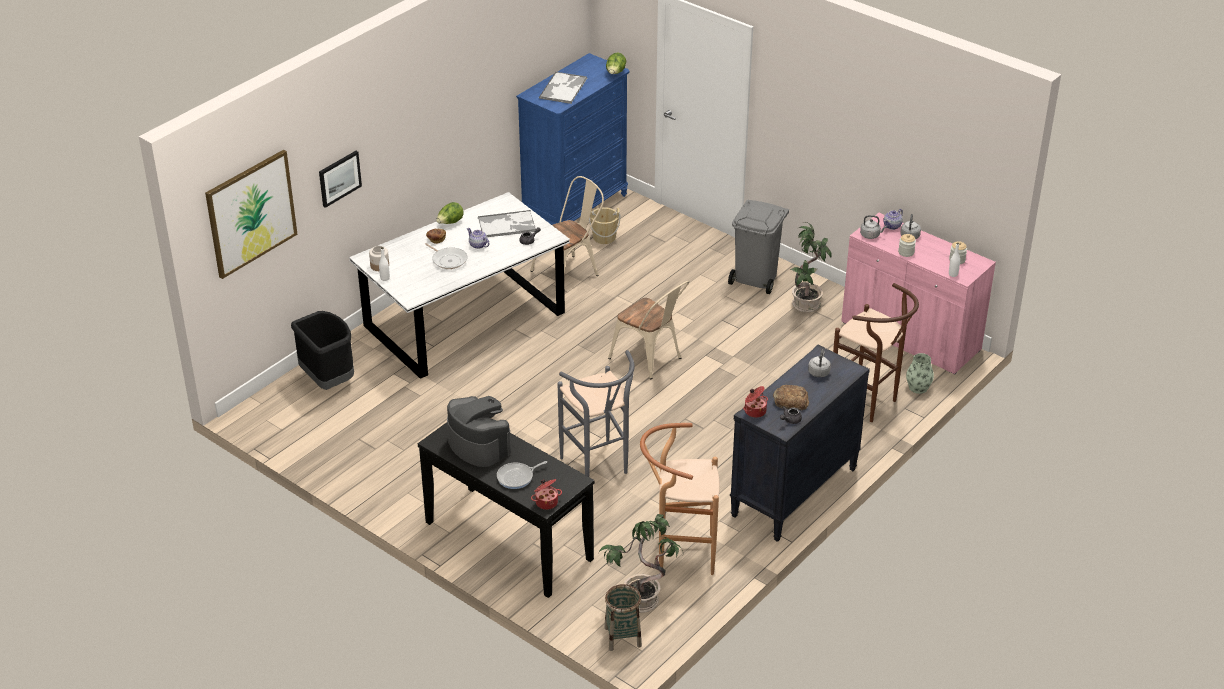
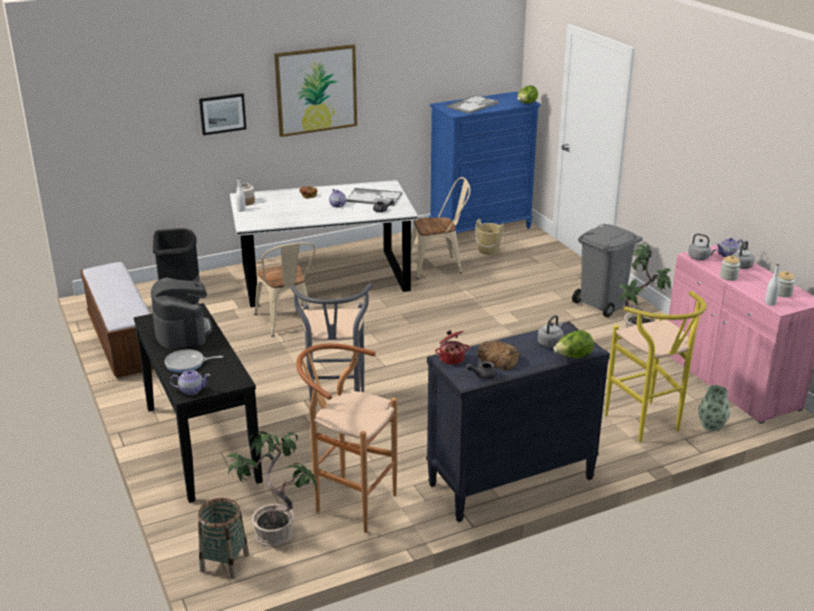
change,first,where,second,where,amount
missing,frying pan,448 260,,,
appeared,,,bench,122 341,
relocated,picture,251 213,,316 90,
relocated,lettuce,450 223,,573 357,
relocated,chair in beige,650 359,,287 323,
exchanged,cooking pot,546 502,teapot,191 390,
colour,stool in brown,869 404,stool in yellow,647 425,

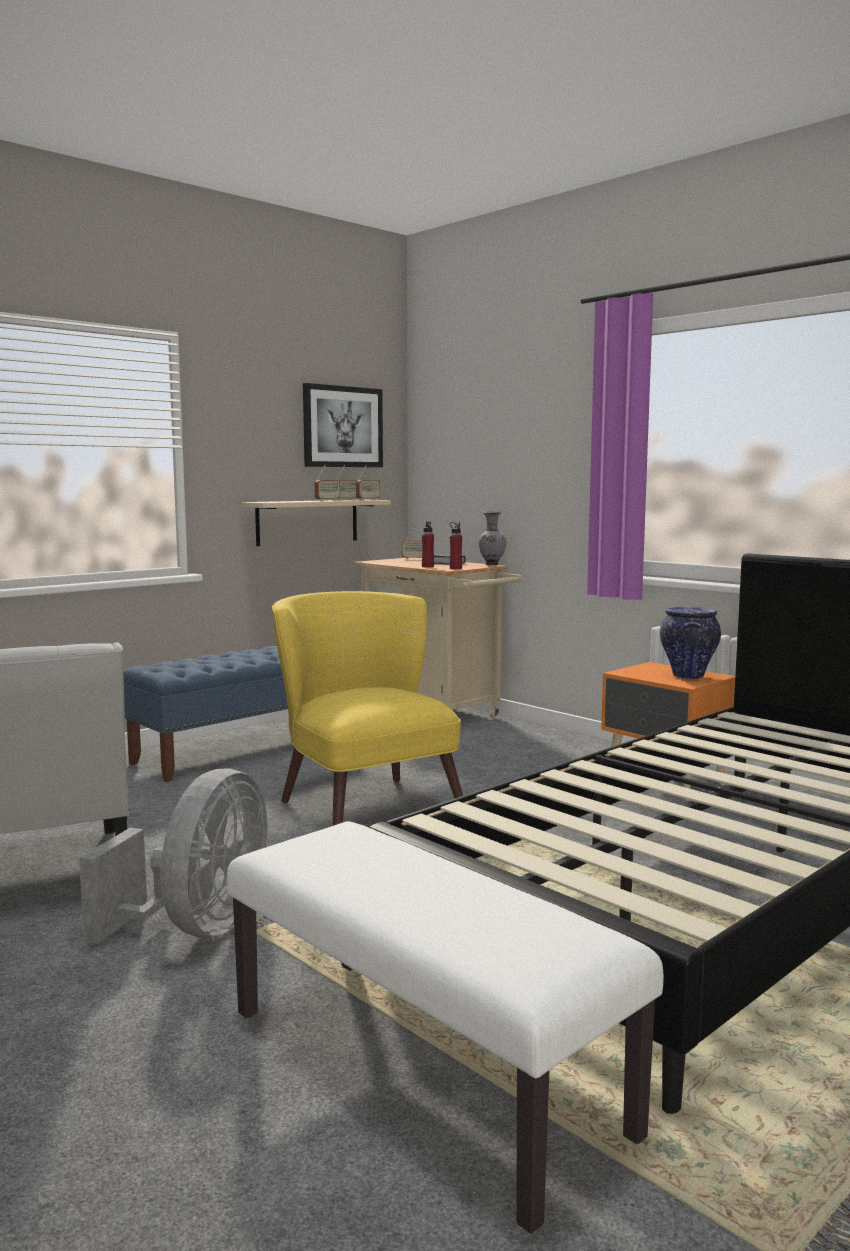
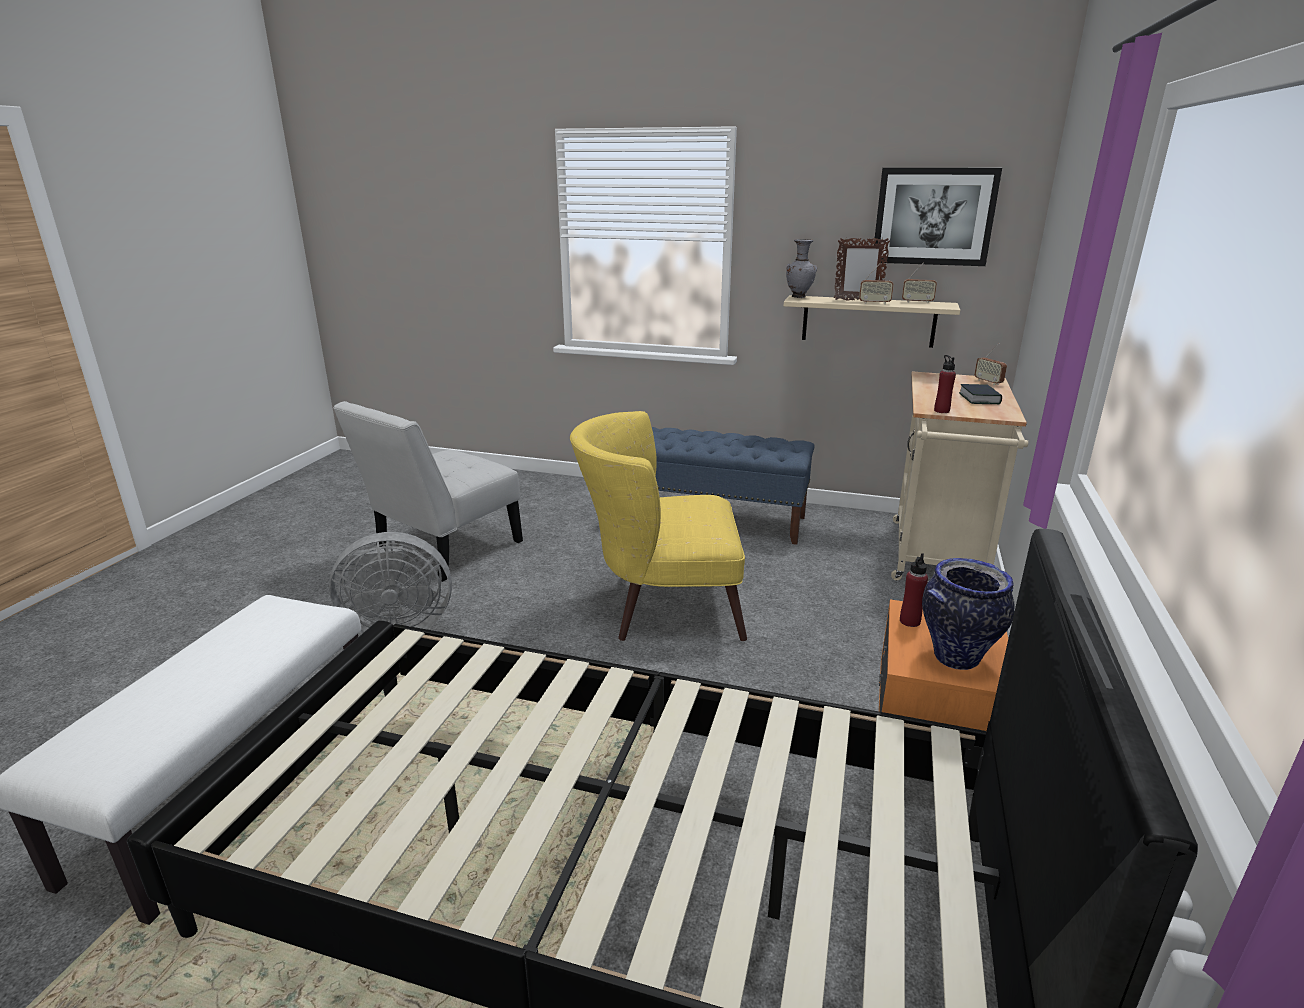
change,first,where,second,where,amount
missing,radio,368 500,,,
appeared,,,picture frame,857 301,
relocated,bottle in red,427 566,,909 621,
relocated,vase in grey,491 565,,799 297,
spun,armchair in yellow,362 803,,660 605,120 degrees counterclockwise

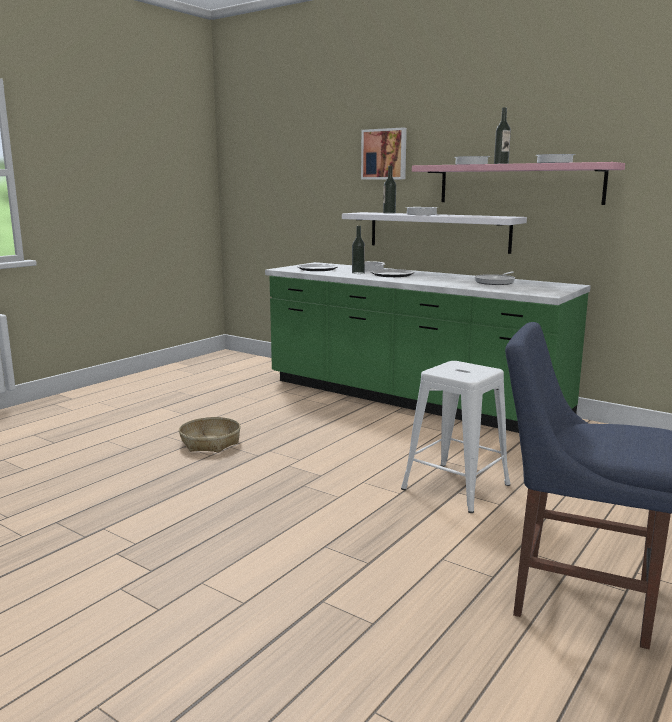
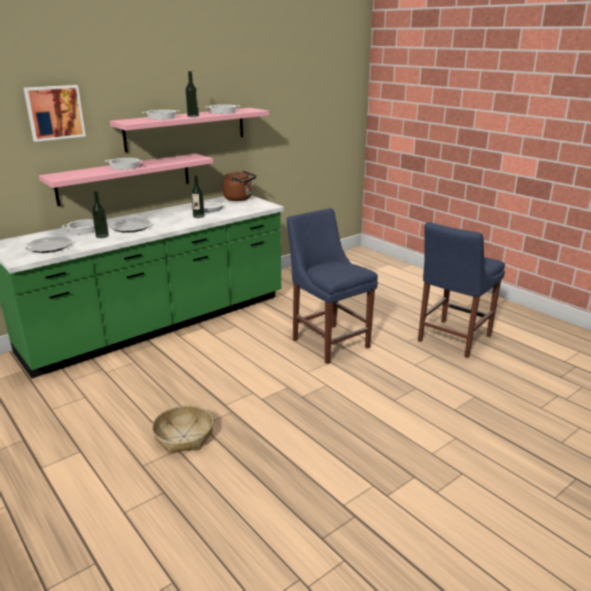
change,first,where,second,where,amount
appeared,,,kettle in brown,239 199,
relocated,bottle,389 213,,198 216,
exchanged,stool in white,456 487,chair in blue,328 341,
colour,shelf in white,438 231,shelf in pink,125 178,

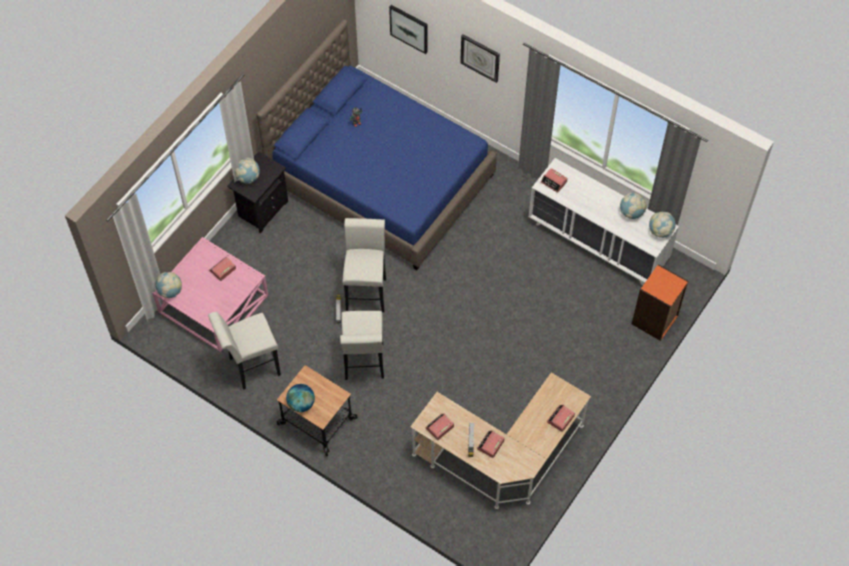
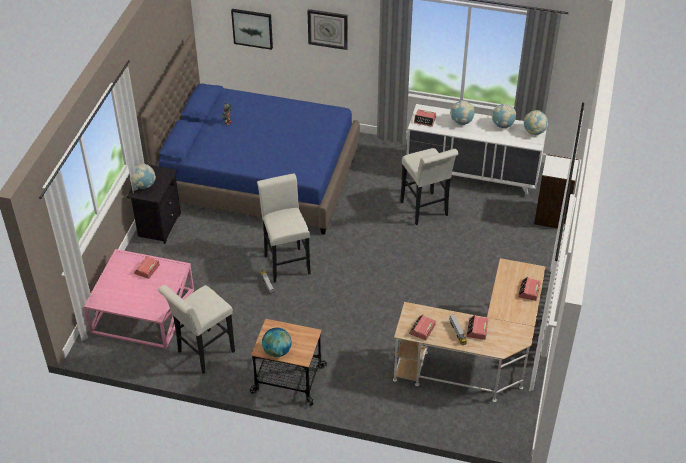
change,first,where,second,where,amount
relocated,globe,170 291,,461 122,
relocated,stool in white,364 365,,425 211,
colour,bookcase in orange,655 320,bookcase in white,552 216,

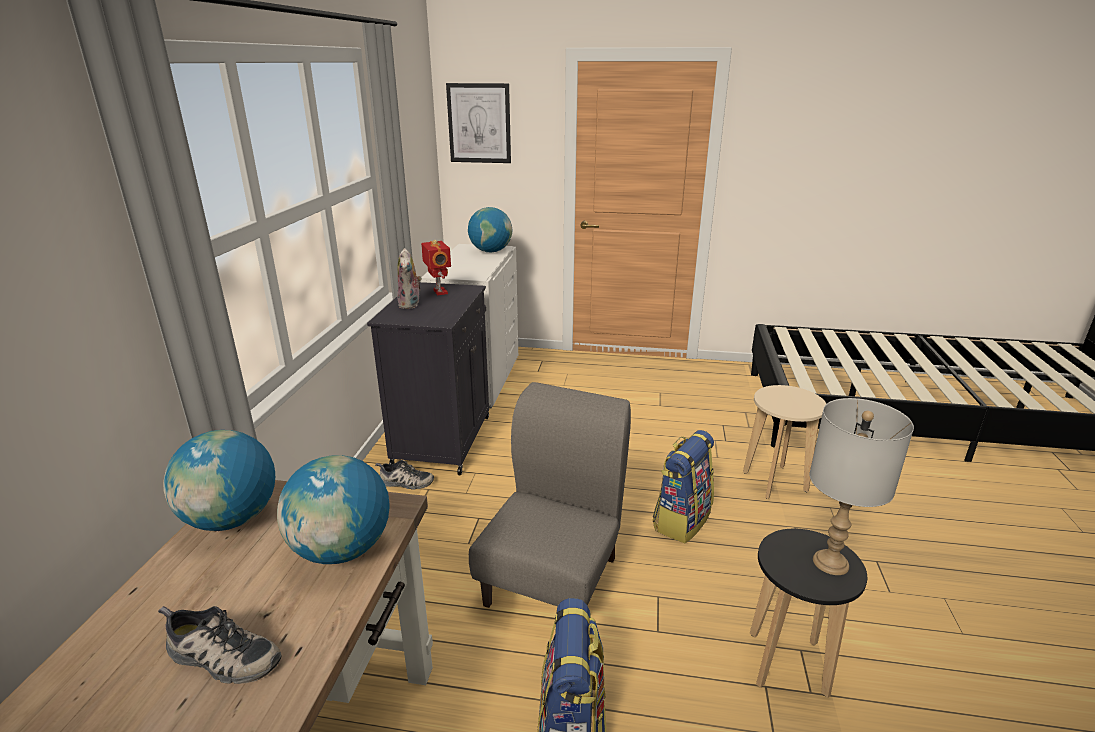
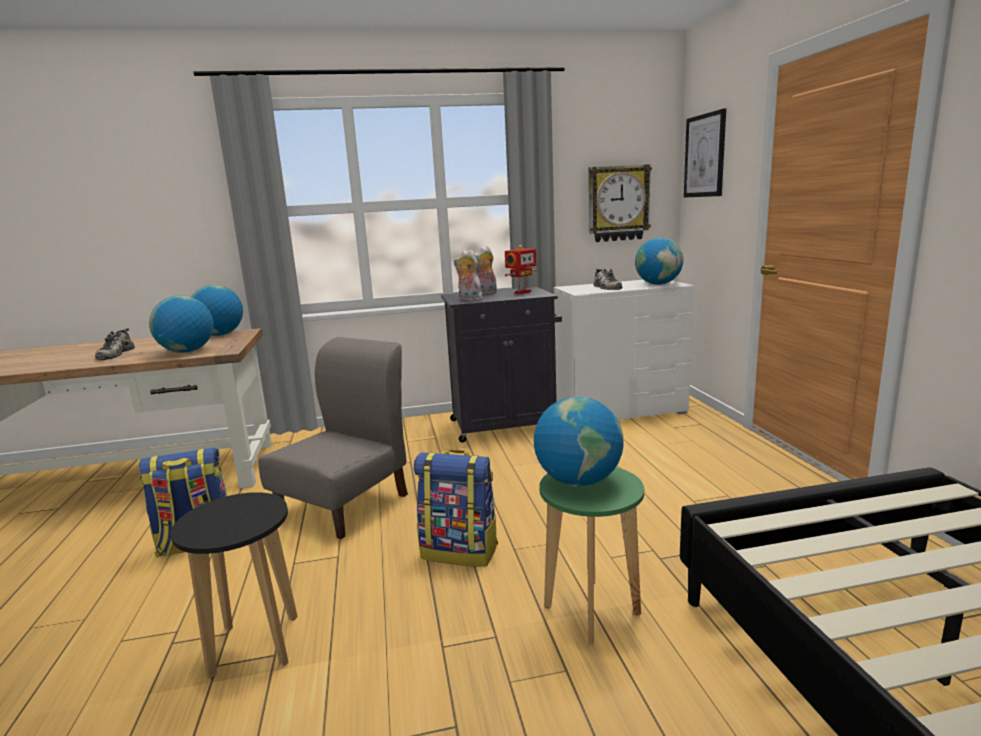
change,first,where,second,where,amount
missing,table lamp in grey,830 563,,,
appeared,,,plush toy,469 300,
appeared,,,globe,578 481,
appeared,,,wall clock,618 203,
relocated,shoe,405 482,,606 287,
colour,stool in beige,775 482,stool in green,592 610,
spun,chair in grey,553 580,,346 505,60 degrees counterclockwise

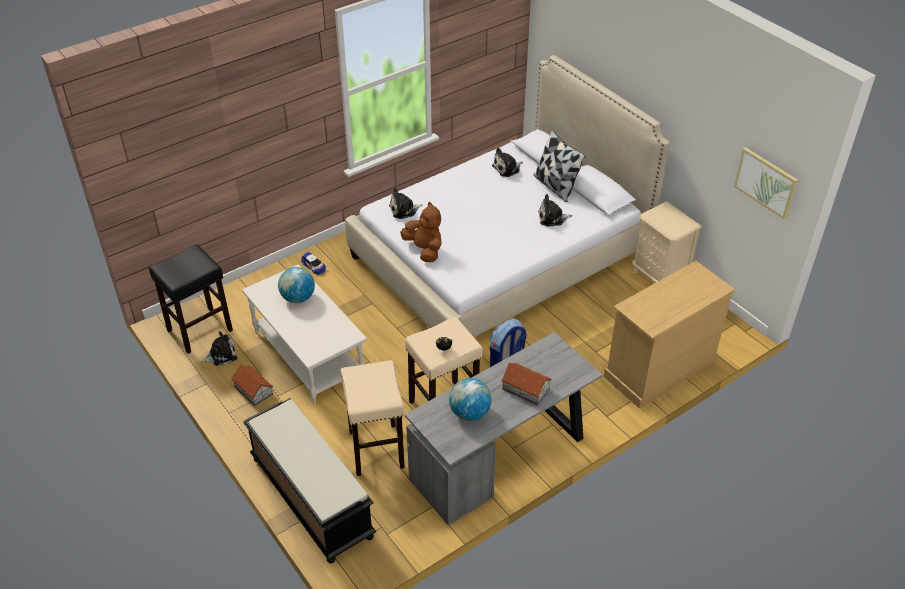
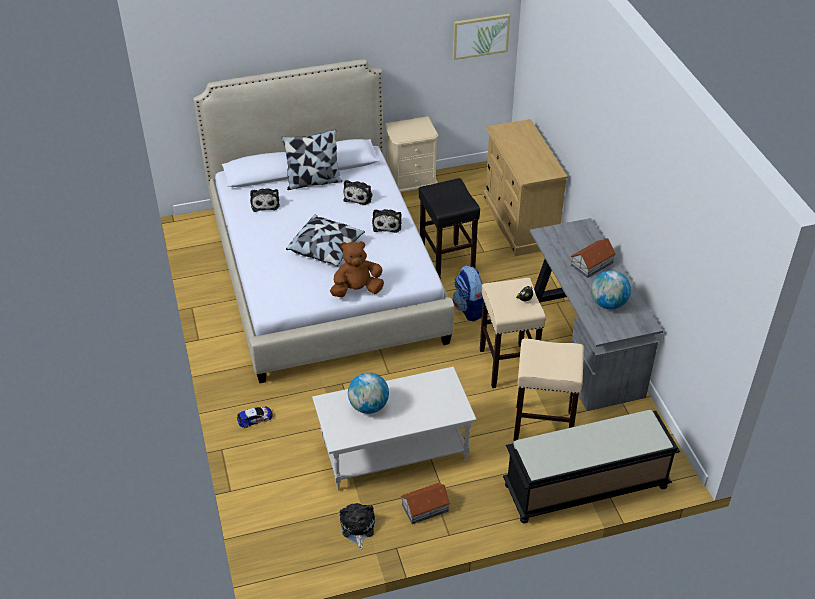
change,first,where,second,where,amount
appeared,,,pillow,326 248,
relocated,stool in black,200 330,,446 262,
relocated,plush toy,404 210,,387 224,

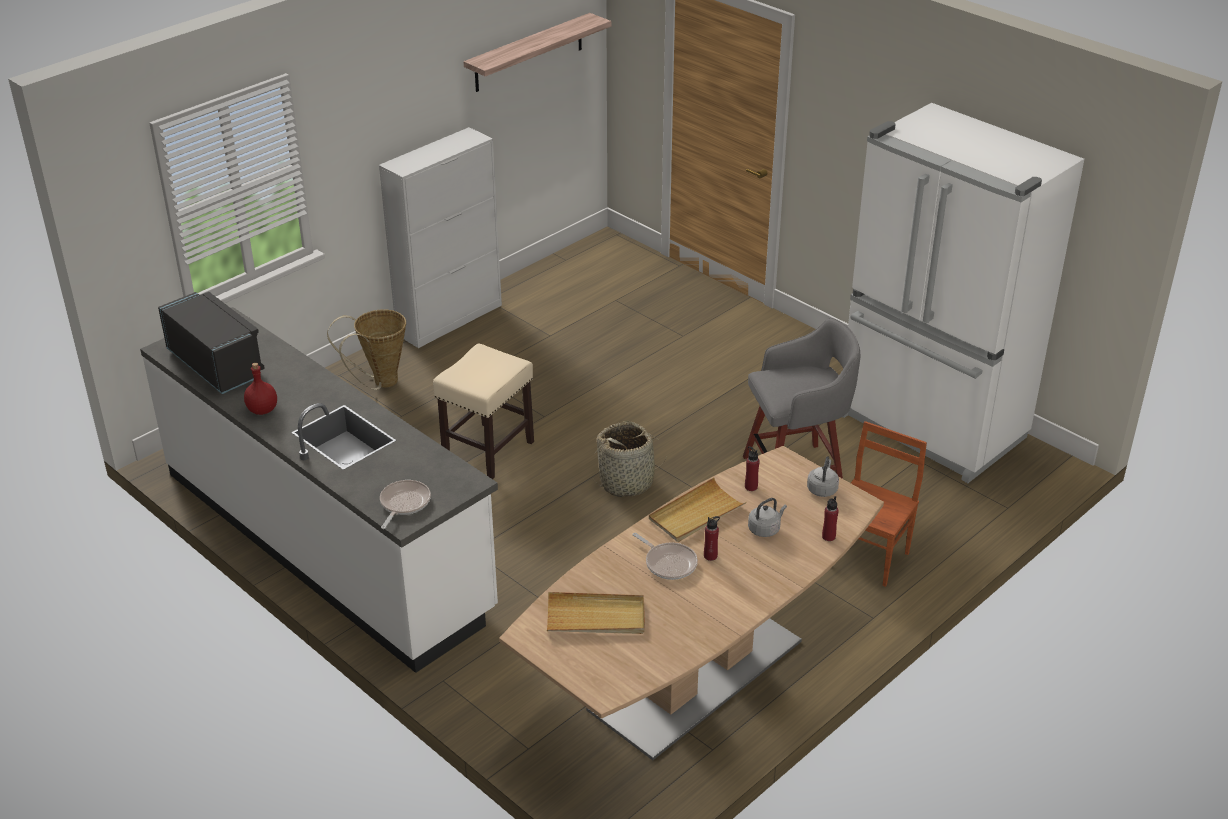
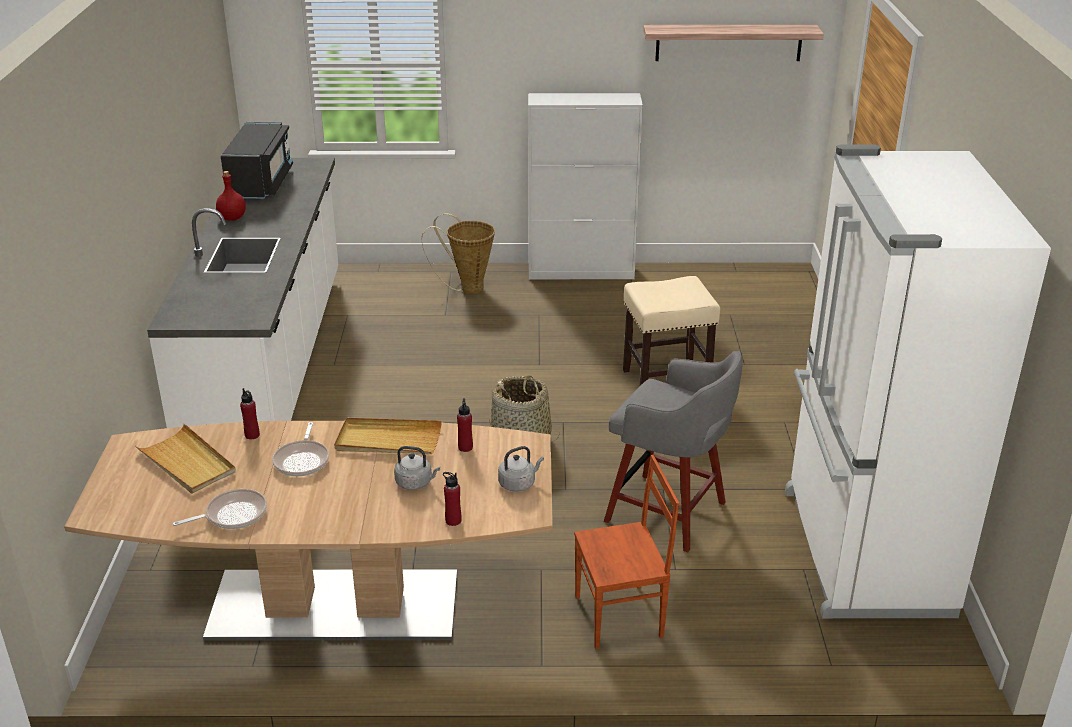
change,first,where,second,where,amount
relocated,frying pan,403 504,,232 515,
relocated,stool in beige,488 451,,665 381,
relocated,bottle in red,710 556,,252 435,

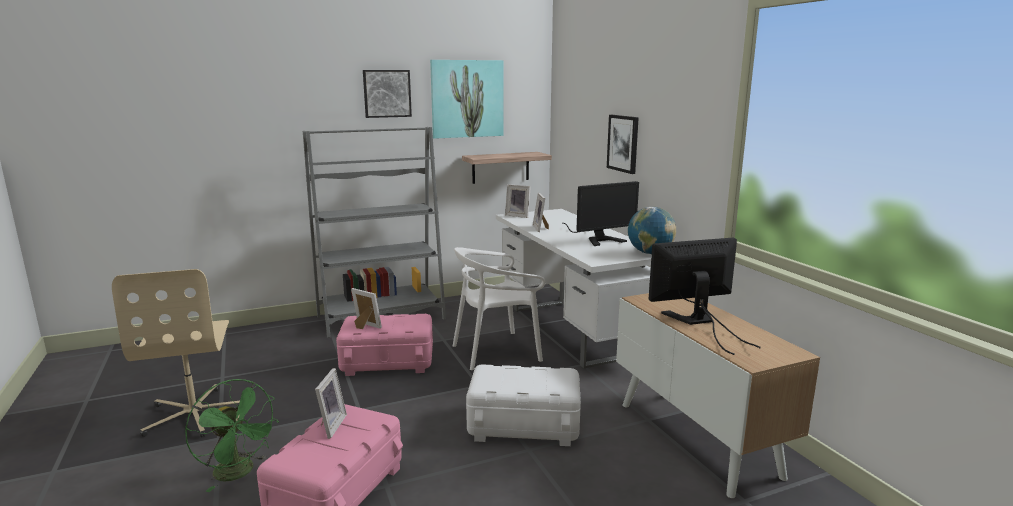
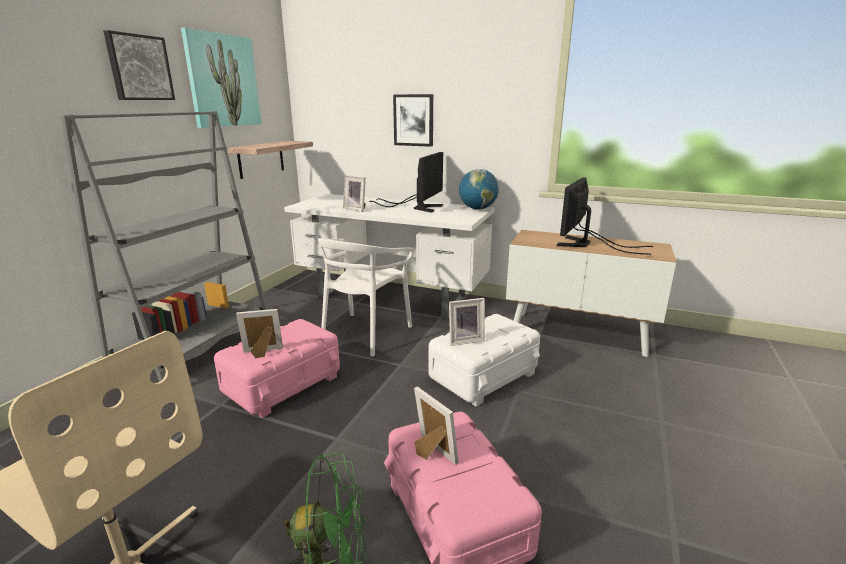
change,first,where,second,where,amount
relocated,picture frame,518 215,,465 340,

